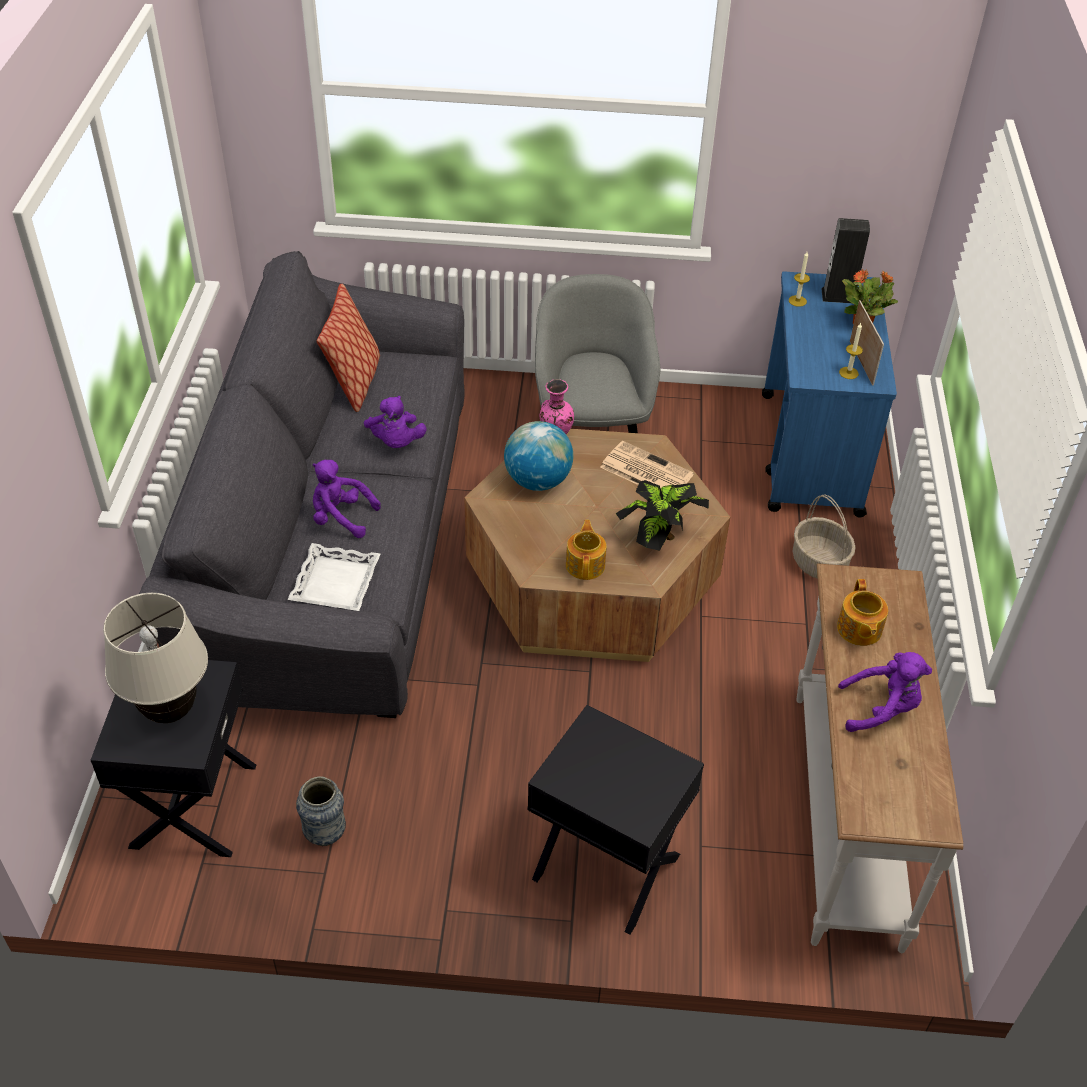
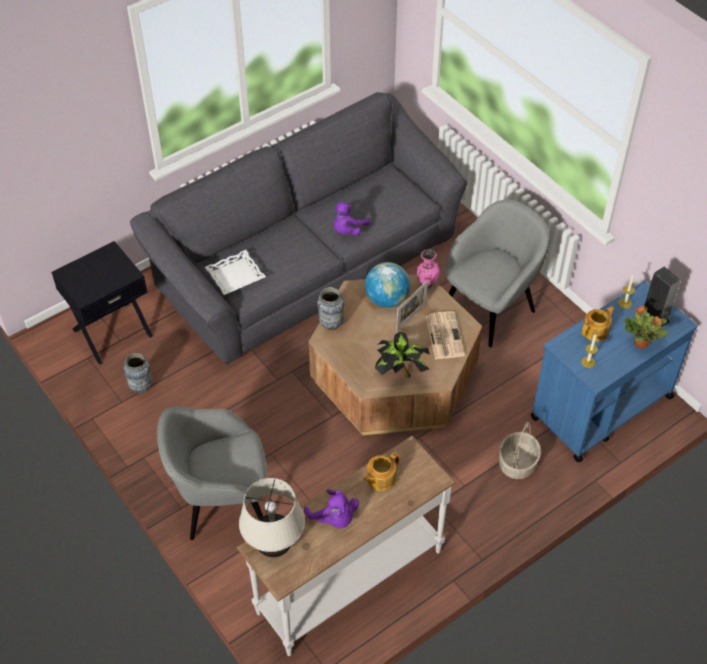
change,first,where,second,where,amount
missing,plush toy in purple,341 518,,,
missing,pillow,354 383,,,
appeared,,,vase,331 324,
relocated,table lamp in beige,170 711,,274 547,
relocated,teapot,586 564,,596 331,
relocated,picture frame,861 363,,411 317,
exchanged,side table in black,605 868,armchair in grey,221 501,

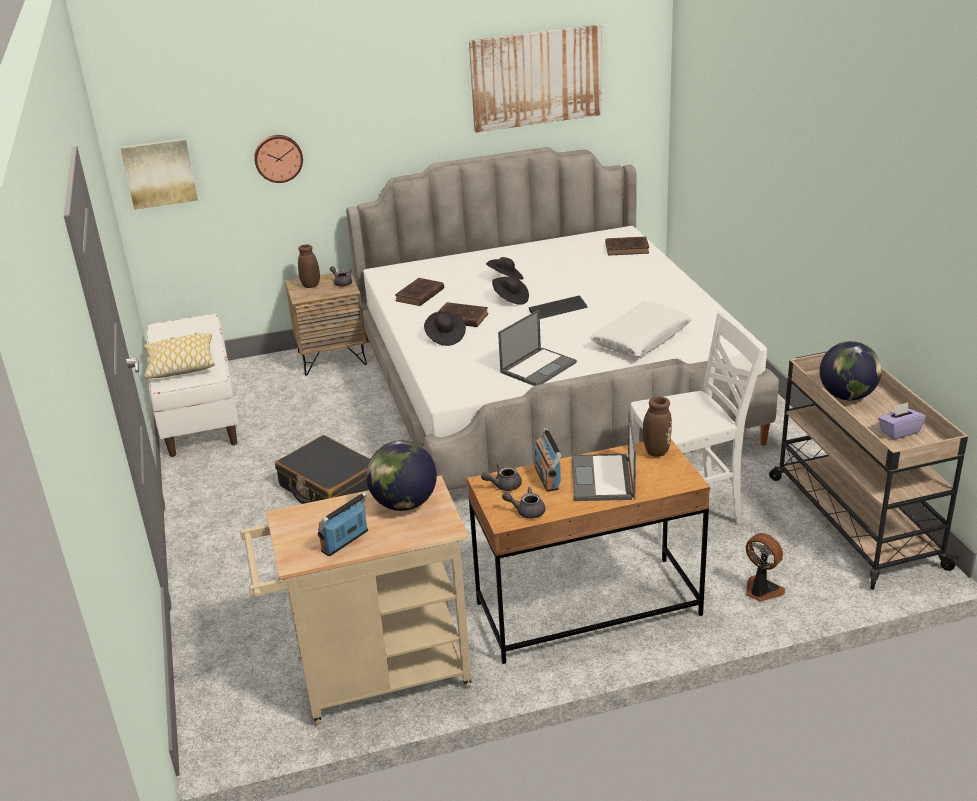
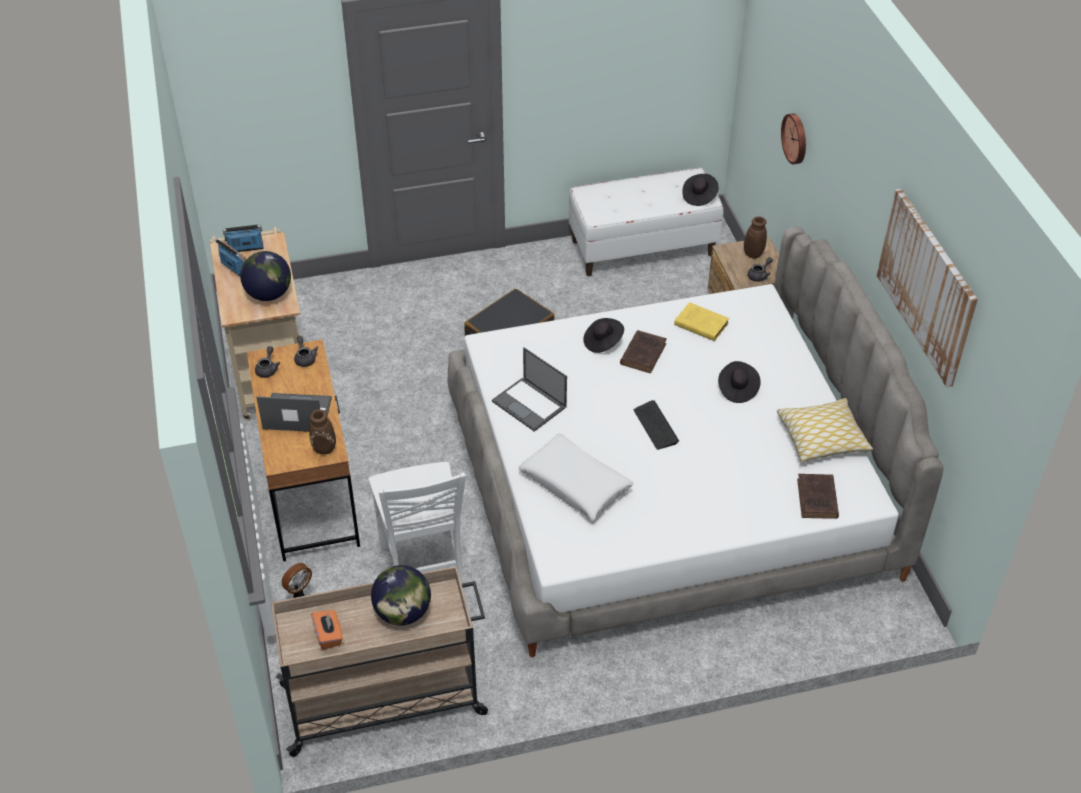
change,first,where,second,where,amount
missing,picture,159 173,,,
relocated,pillow,181 365,,822 438,
relocated,hat in black,510 299,,699 196,
relocated,radio,547 477,,246 248,
colour,book in brown,419 295,book in yellow,700 324,
colour,tissue box in purple,899 431,tissue box in orange,328 636,

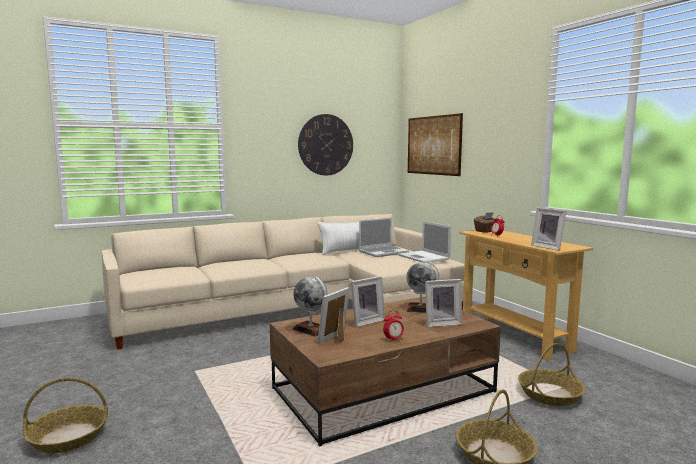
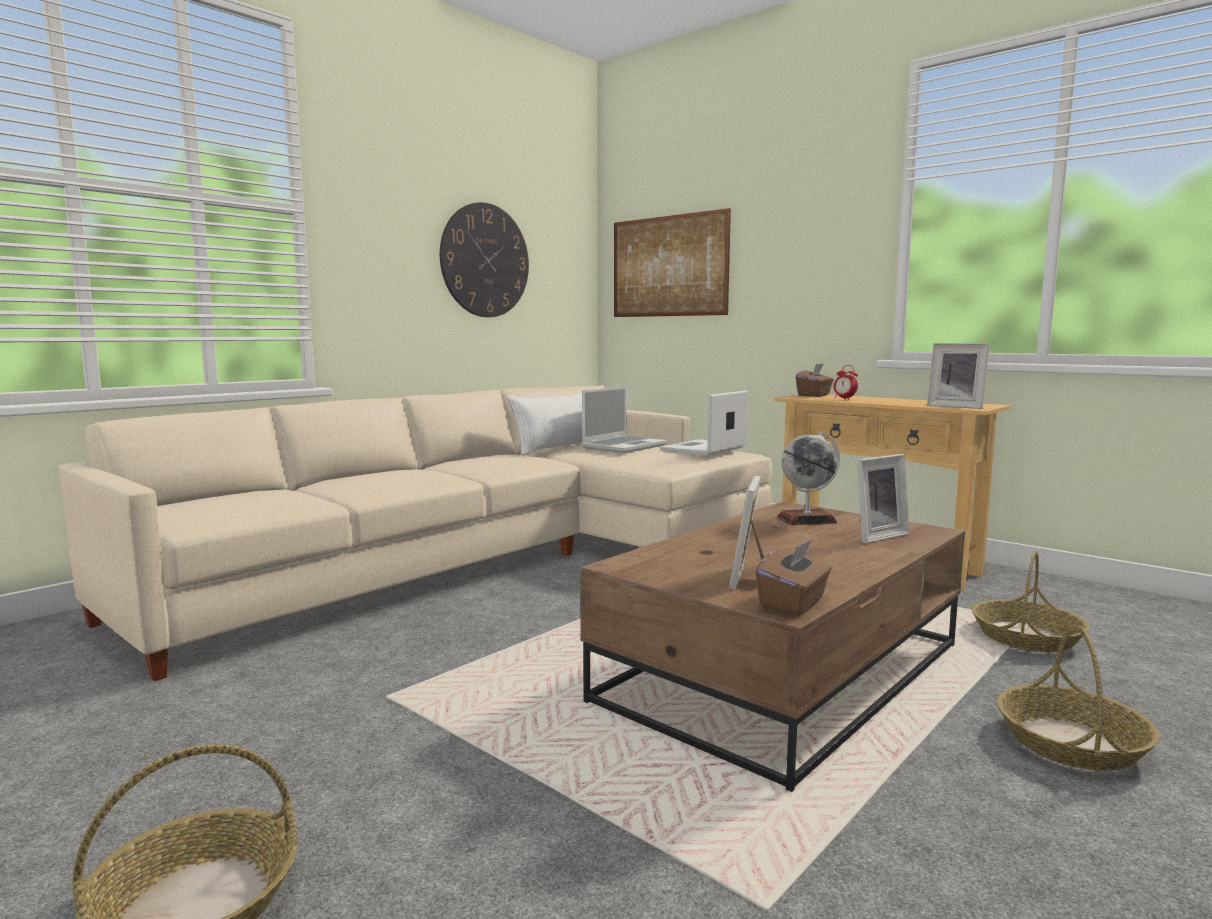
change,first,where,second,where,amount
missing,globe,311 329,,,
missing,picture frame,366 321,,,
missing,alarm clock,393 340,,,
appeared,,,tissue box in brown,793 603,
spun,laptop,424 257,,703 449,90 degrees clockwise

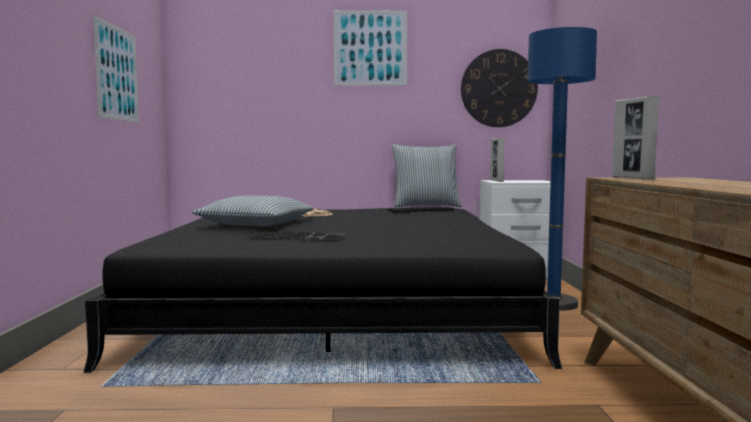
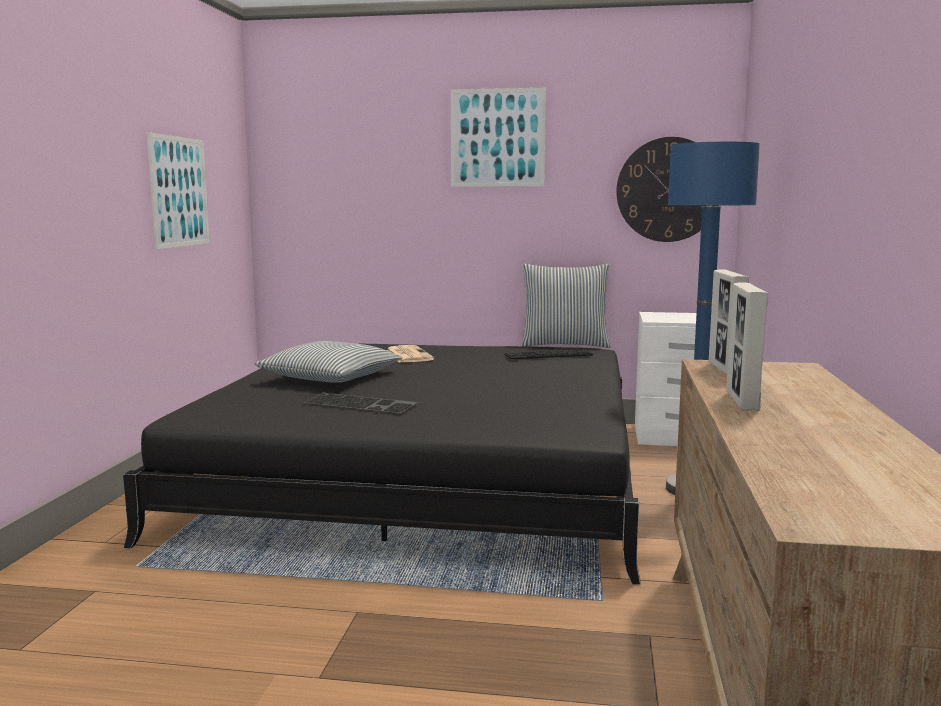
change,first,where,second,where,amount
relocated,picture frame,496 181,,742 401,

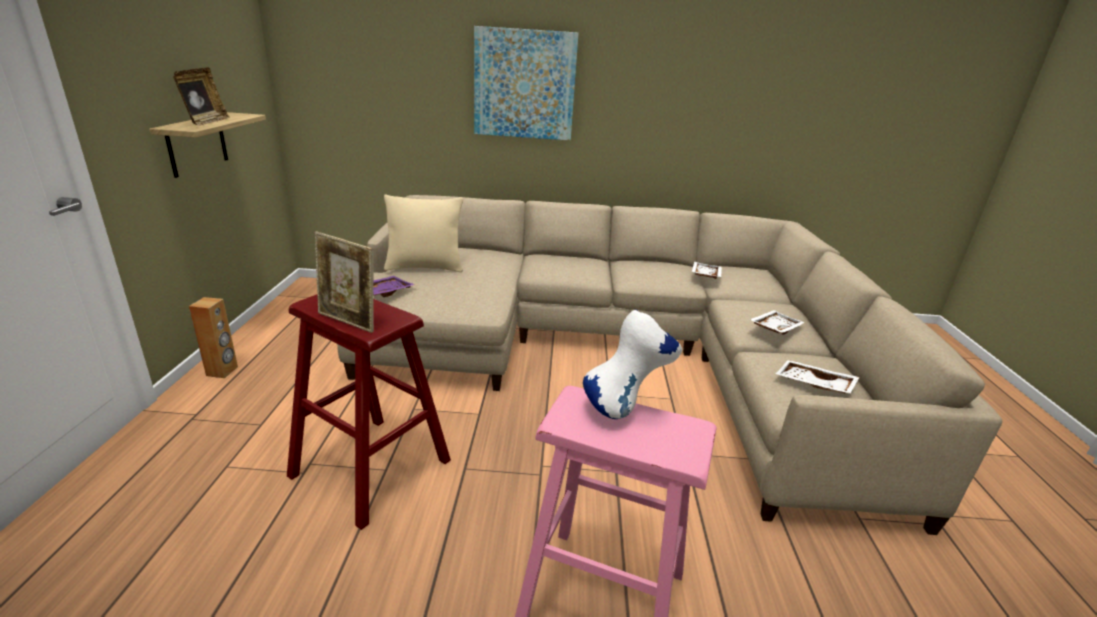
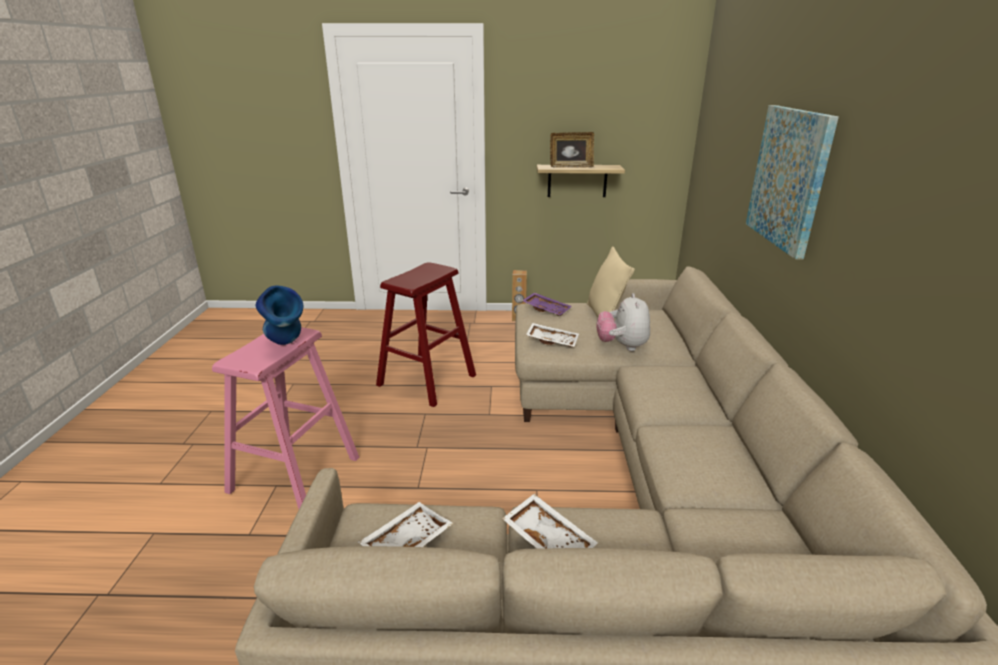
change,first,where,second,where,amount
missing,picture frame,348 321,,,
appeared,,,plush toy,622 346,
relocated,tray in white,704 275,,552 340,
colour,vase in white,626 407,vase in blue,287 346,

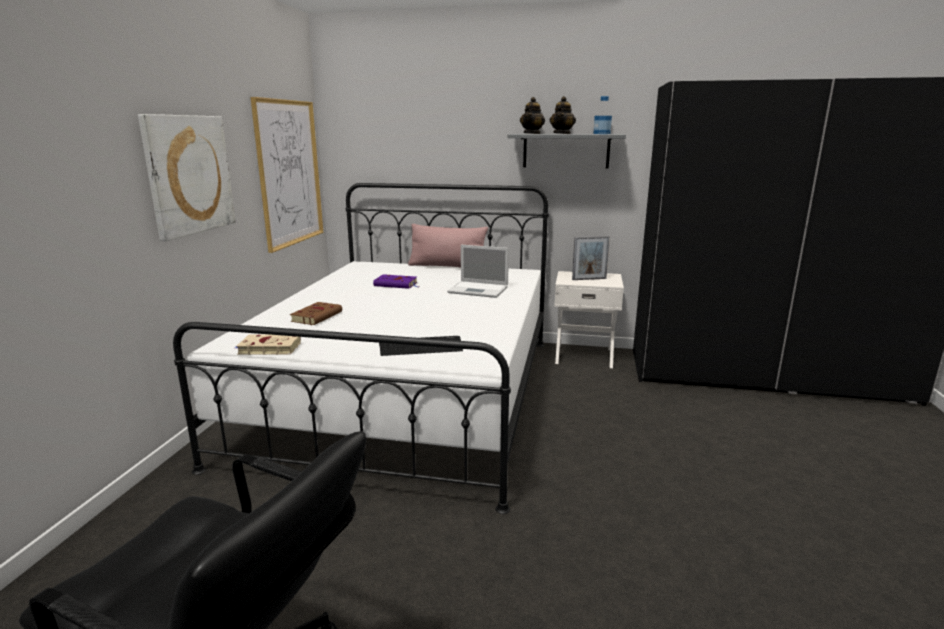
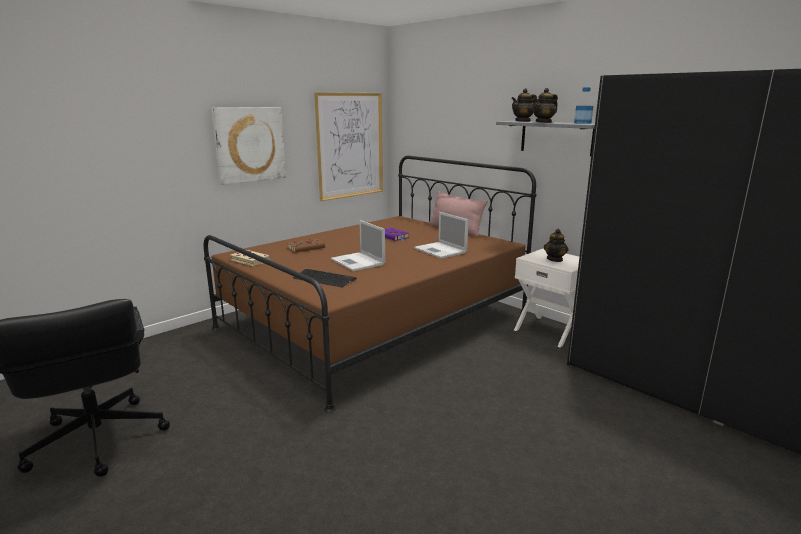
change,first,where,second,where,amount
appeared,,,laptop,358 262,
exchanged,picture frame,589 279,teapot,555 259,
colour,bed in white,407 394,bed in brown,375 320,

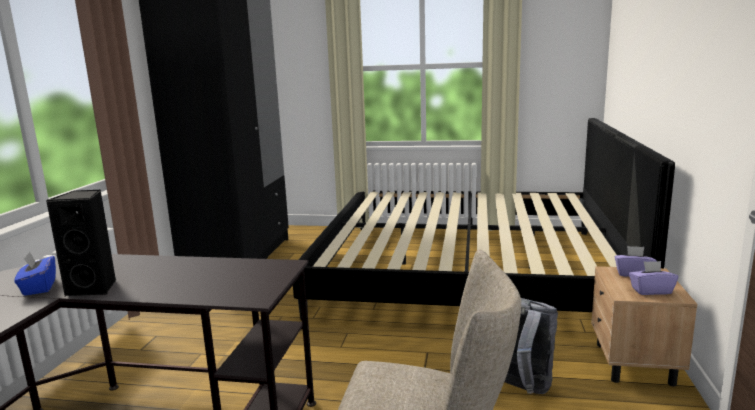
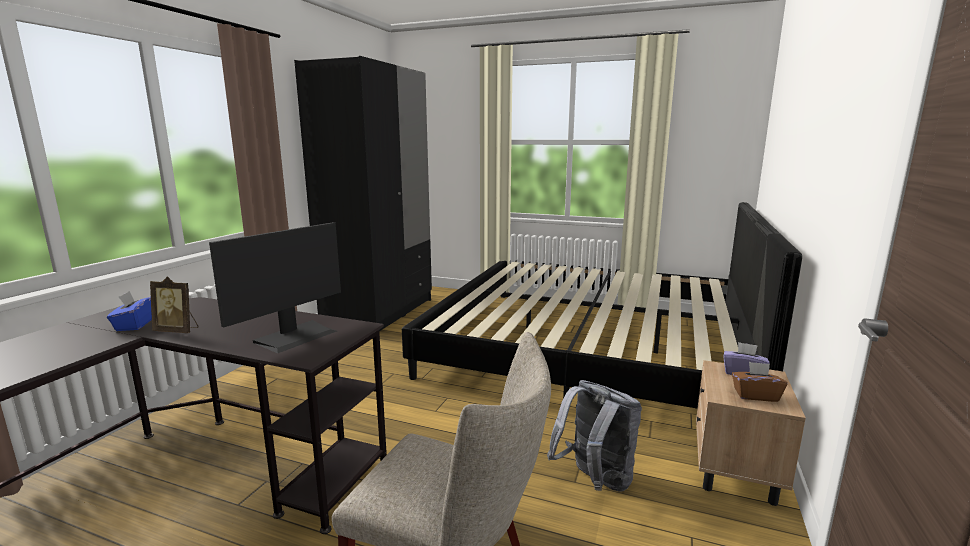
change,first,where,second,where,amount
appeared,,,monitor,295 336,
exchanged,speaker in black,94 288,picture frame,178 330,
colour,tissue box in purple,651 291,tissue box in brown,755 395,

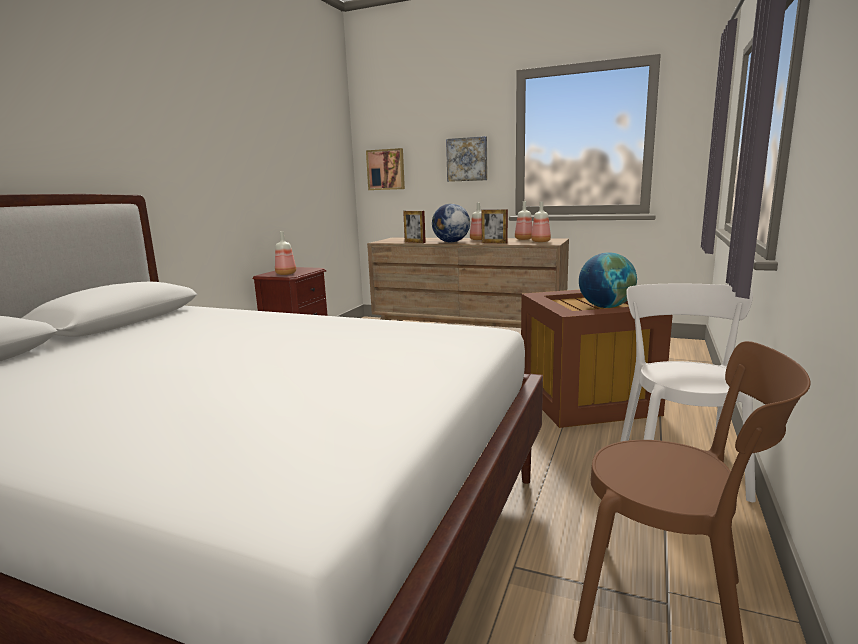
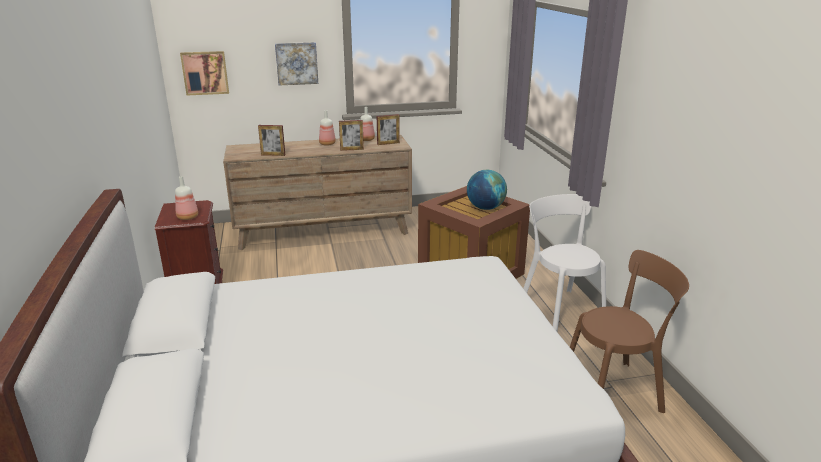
change,first,where,second,where,amount
missing,globe,451 242,,,
exchanged,bottle,541 241,picture frame,388 143,

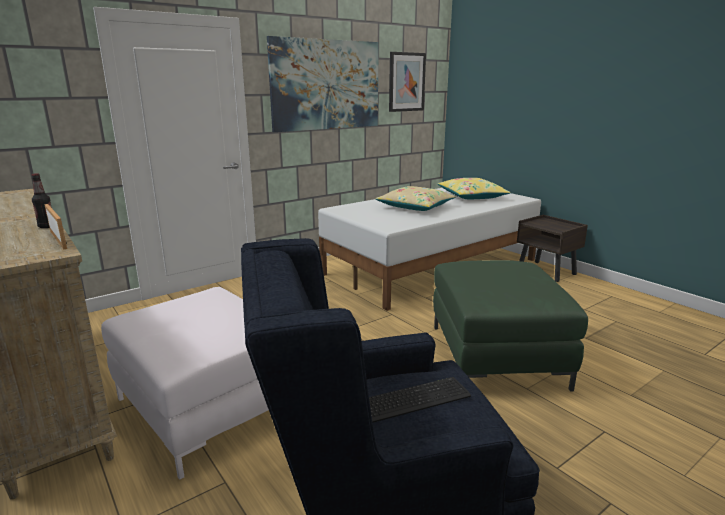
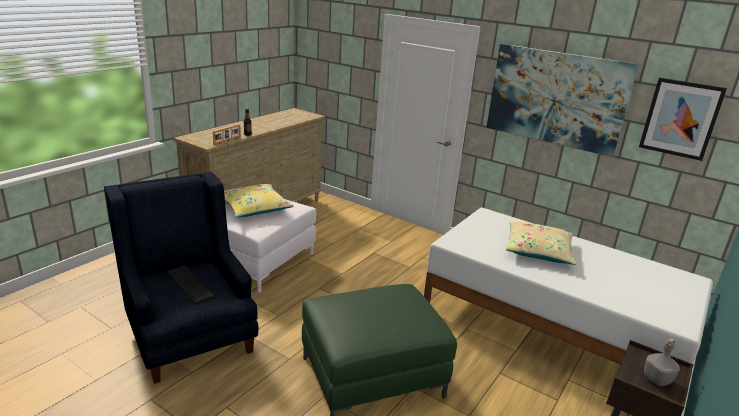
change,first,where,second,where,amount
appeared,,,bottle in grey,656 379,
relocated,pillow in yellow,472 196,,254 208,

